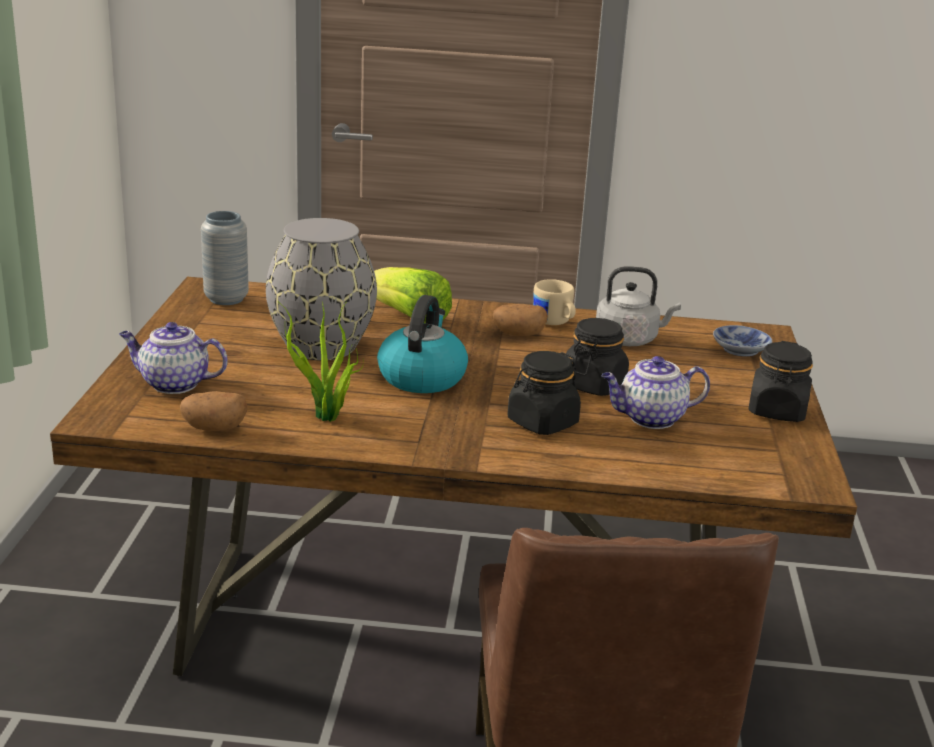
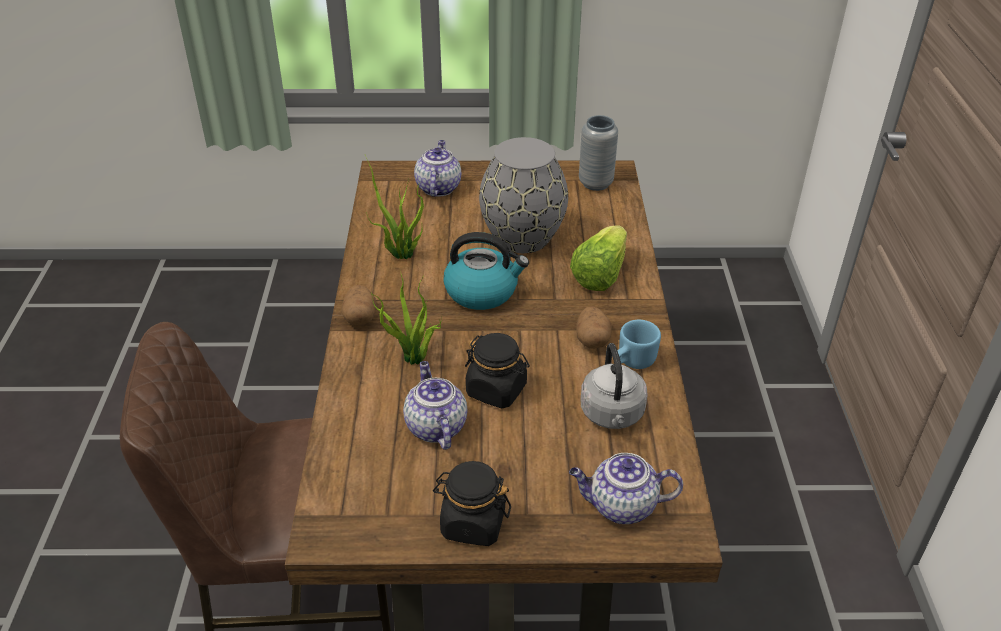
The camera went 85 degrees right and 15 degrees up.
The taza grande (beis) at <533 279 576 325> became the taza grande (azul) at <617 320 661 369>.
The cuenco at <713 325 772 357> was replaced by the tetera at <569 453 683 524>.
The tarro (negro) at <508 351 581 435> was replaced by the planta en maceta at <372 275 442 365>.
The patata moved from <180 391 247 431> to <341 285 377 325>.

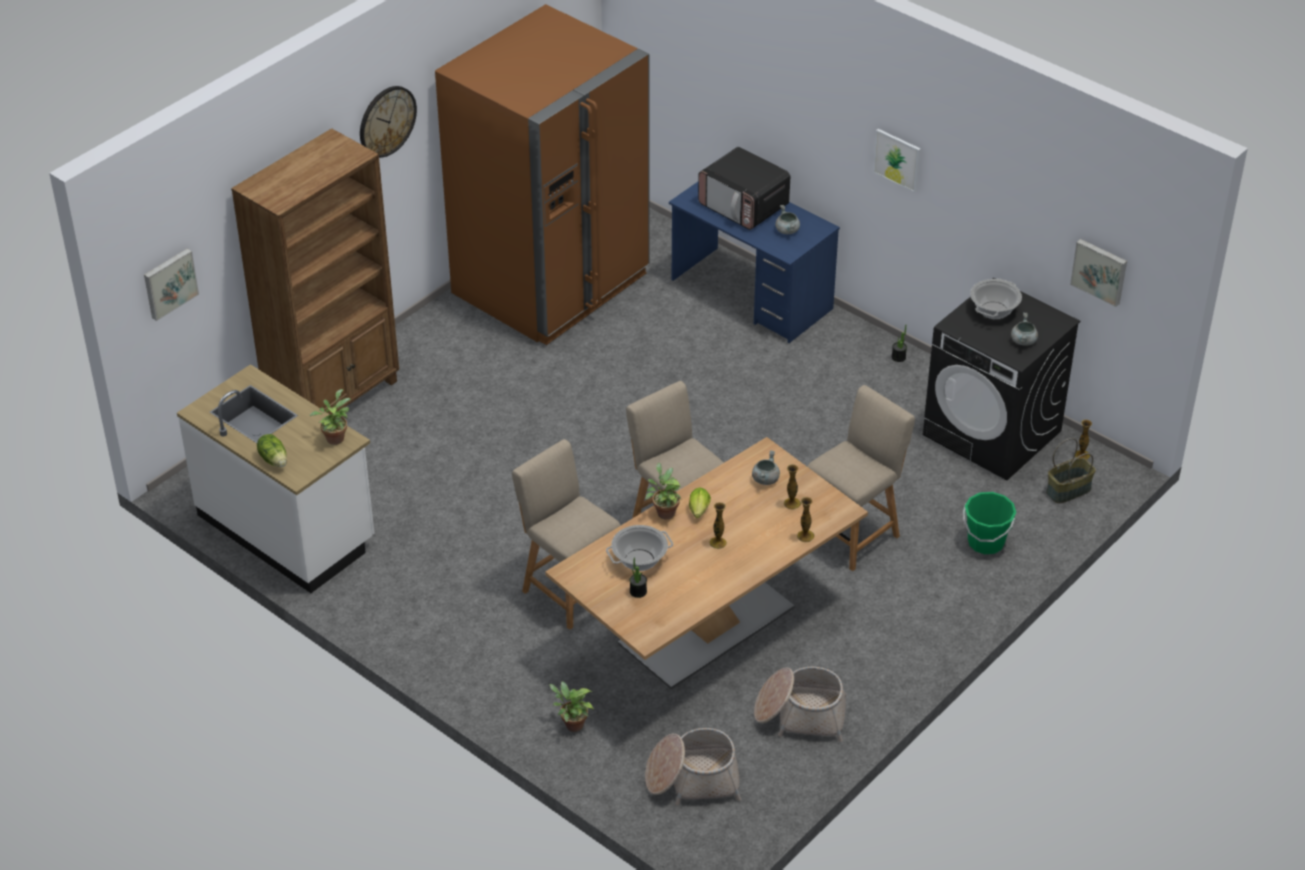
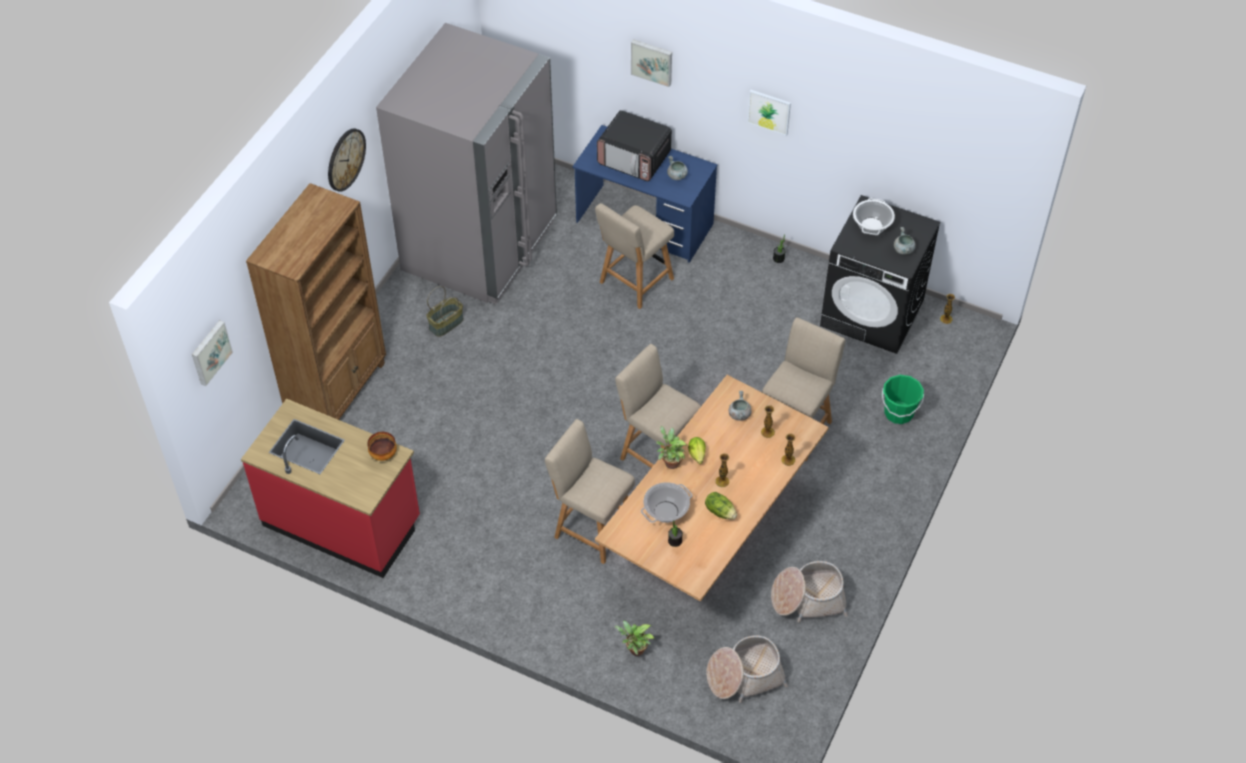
The camera went 15 degrees left and 10 degrees up.
The nevera (marrón) at <435 4 650 345> became the nevera (gris) at <376 23 557 304>.
The cuadro moved from <1070 239 1127 307> to <631 39 672 87>.
The mueble bajo de cocina (blanco) at <177 364 374 593> became the mueble bajo de cocina (rojo) at <241 399 420 578>.
The planta en maceta at <310 389 351 445> was replaced by the cuenco at <367 432 397 461>.
The lechuga moved from <257 434 287 467> to <705 492 737 520>.
The cesta moved from <1046 438 1096 503> to <426 286 464 337>.
The silla (beis) at <595 203 674 309> appeared.

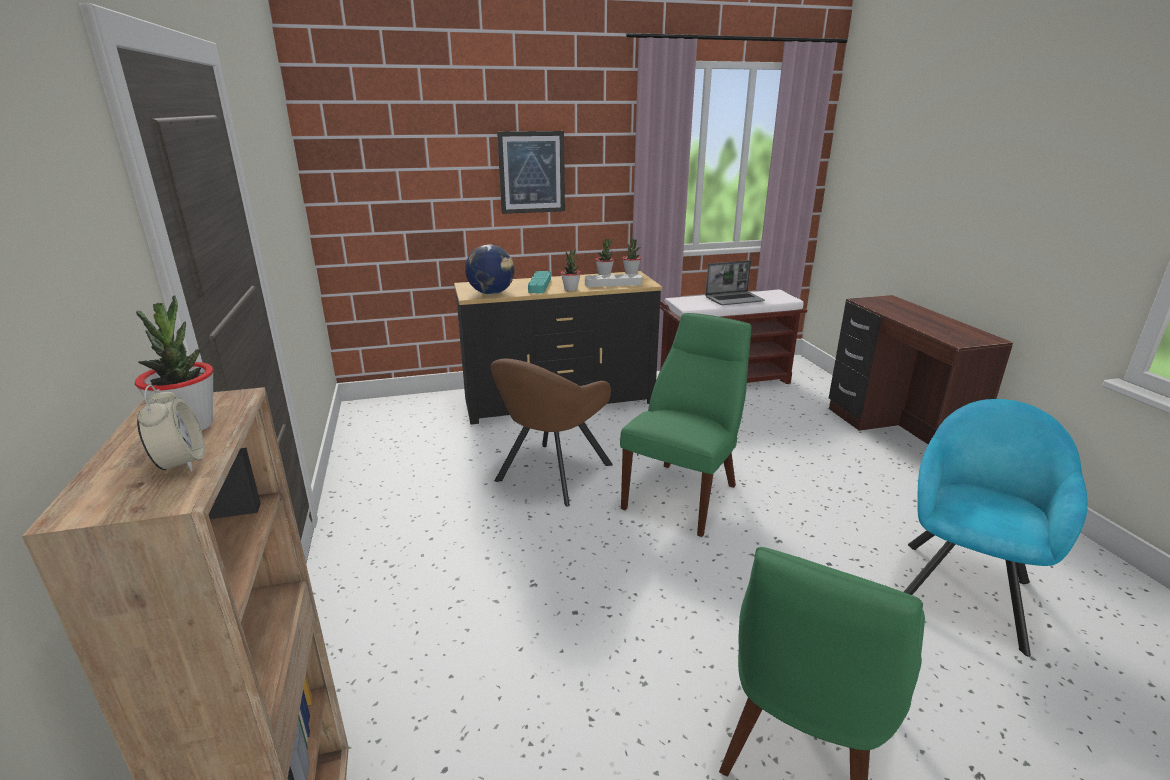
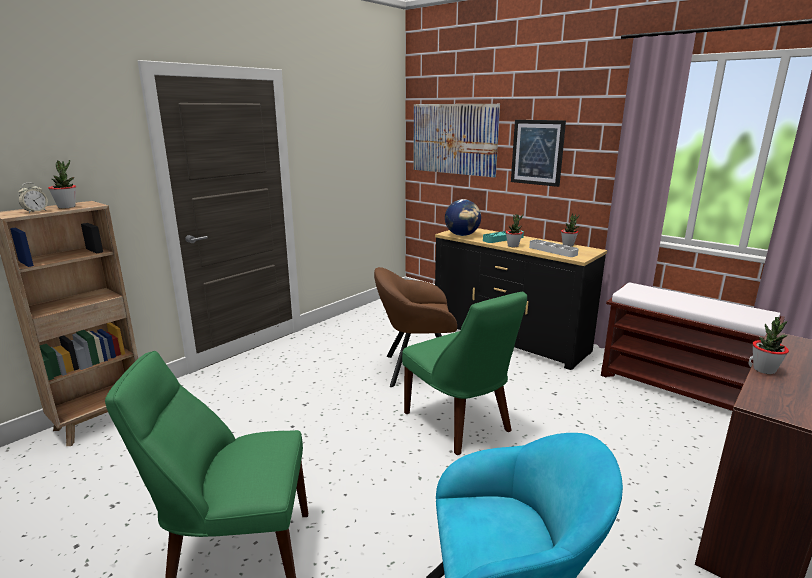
The camera went 55 degrees right and 5 degrees down.
The planta en maceta moved from <623 238 641 274> to <752 317 789 374>.
The portátil at <705 260 765 305> disappeared.
The silla (verde) at <620 313 751 537> turned 60 degrees clockwise.
The cuadro at <413 104 500 177> appeared.

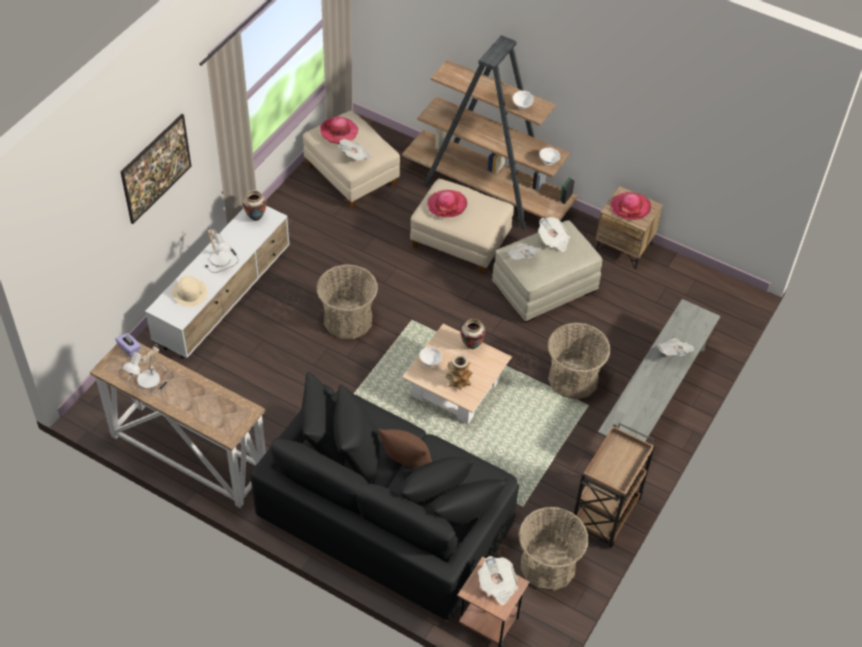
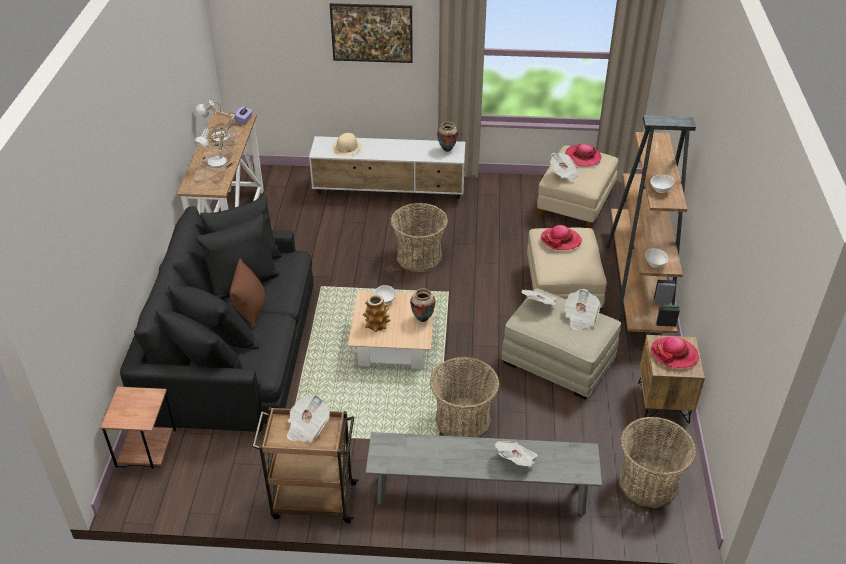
The camera went 65 degrees right and 10 degrees down.
The lámpara de mesa moved from <205 227 239 273> to <194 126 236 172>.
The cesta moved from <519 507 589 591> to <620 417 696 508>.
The periódico moved from <478 556 519 605> to <287 395 330 443>.

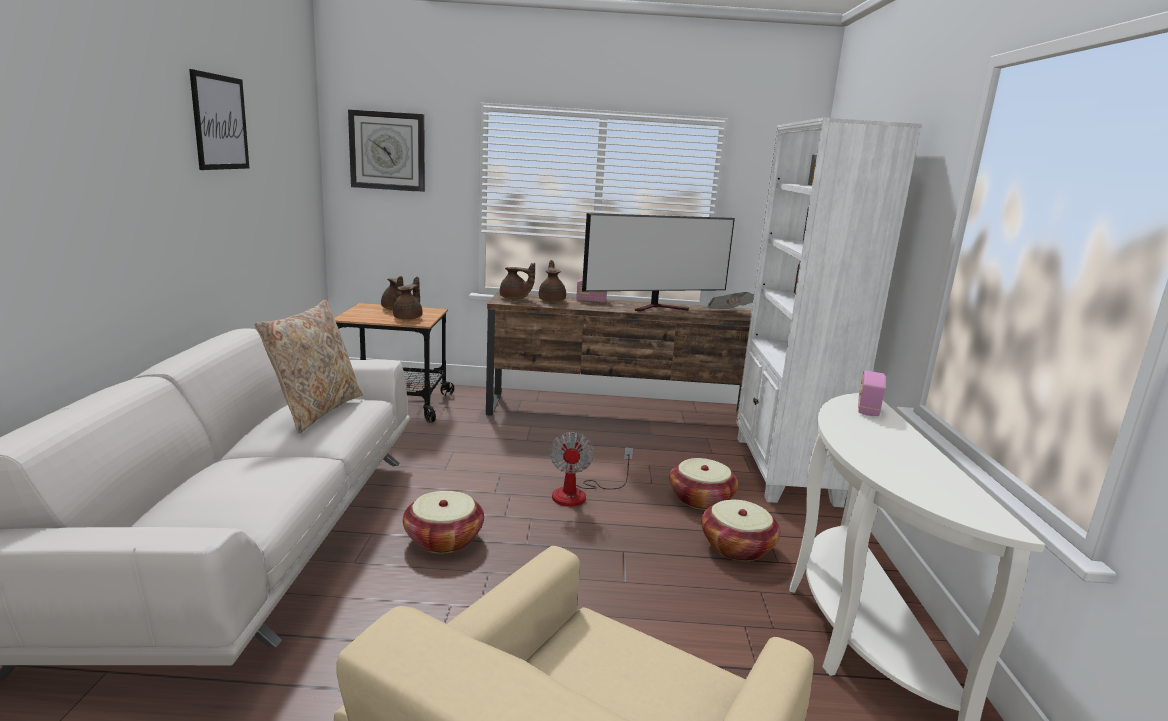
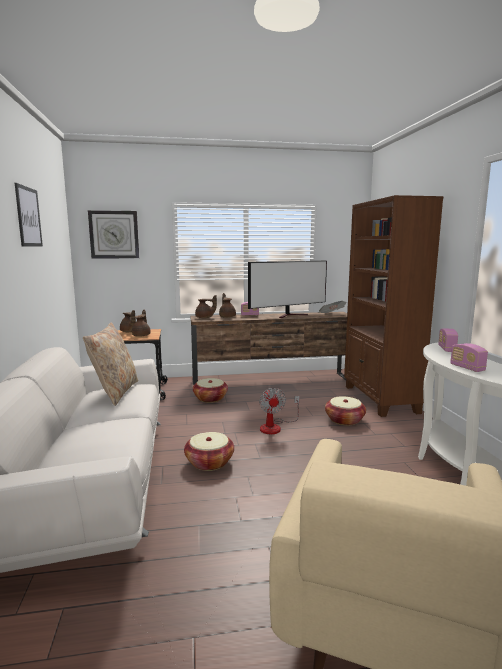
The camera went 10 degrees left and 5 degrees down.
The estantería (blanco) at <736 118 922 508> became the estantería (marrón) at <344 195 444 417>.
The cesta moved from <701 500 780 561> to <193 378 228 403>.
The radio at <450 343 488 372> appeared.

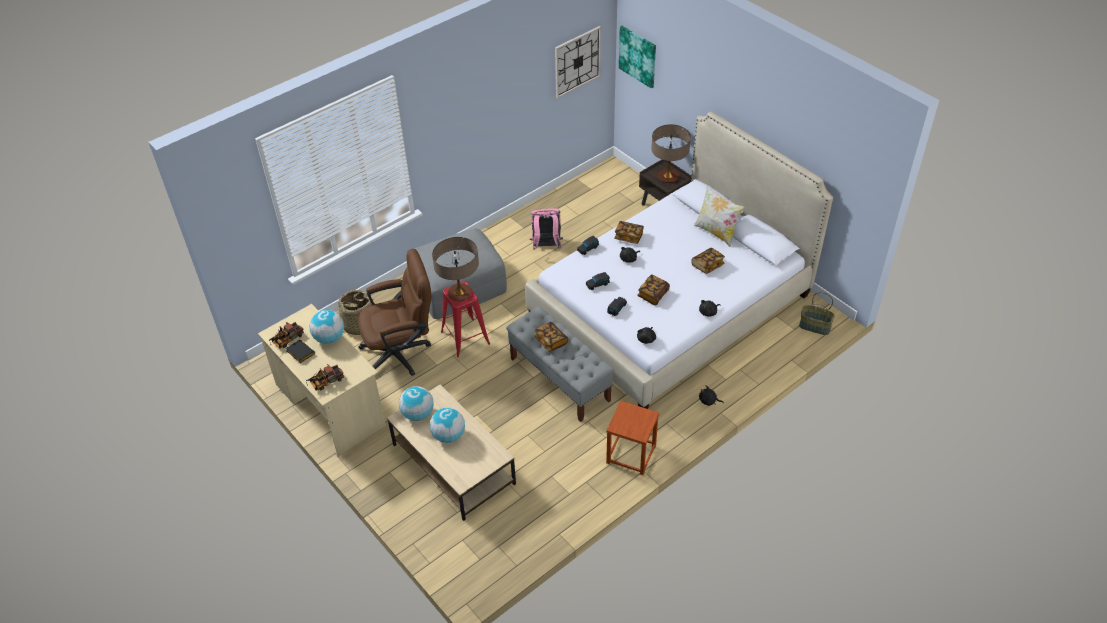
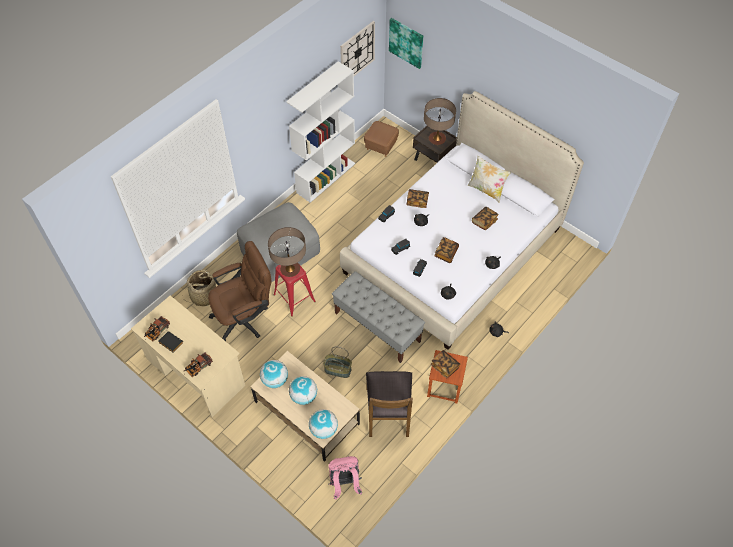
The camera went 10 degrees left and 10 degrees up.
The mochila (rosa) moved from <530 208 563 250> to <328 456 362 499>.
The cesta moved from <799 292 835 335> to <323 347 352 378>.
The globo terráqueo moved from <309 310 344 344> to <309 409 338 439>.
The libro moved from <534 322 568 352> to <431 350 461 378>.
The estantería (blanco) at <286 61 355 203> appeared.
The puf (marrón) at <364 121 399 157> appeared.
The silla (marrón) at <366 371 413 437> appeared.

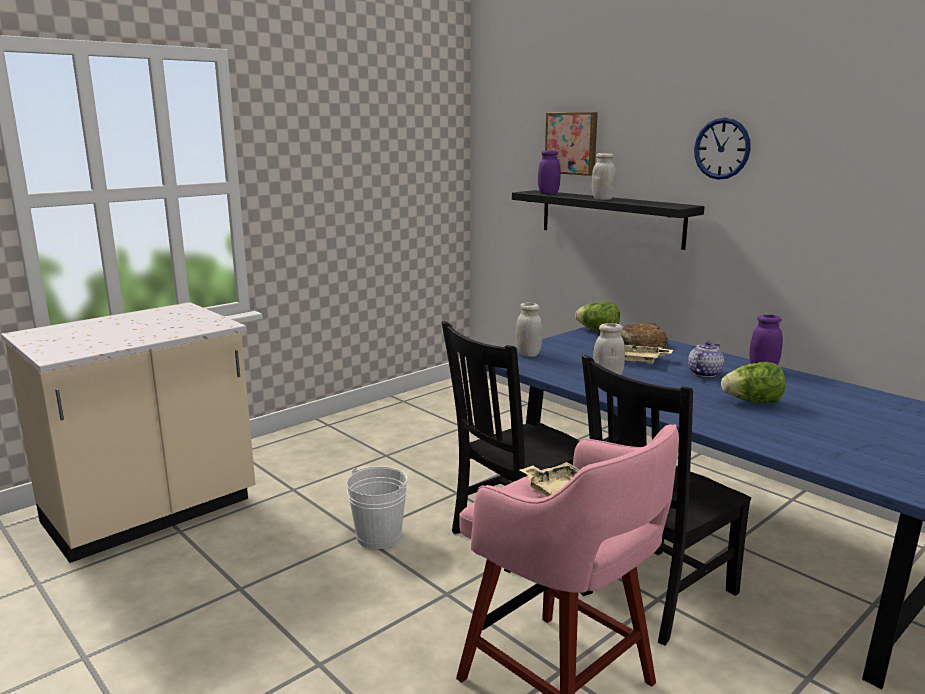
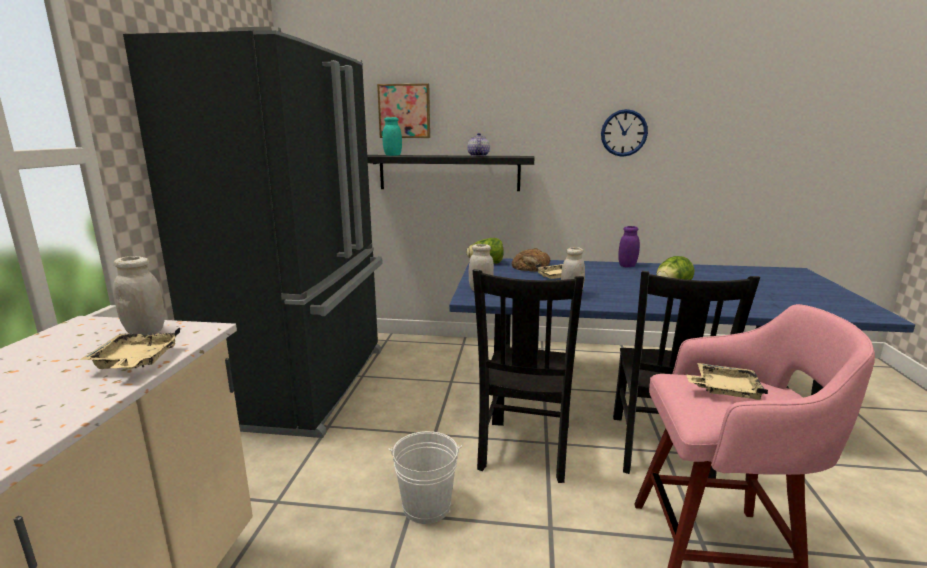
The camera went 40 degrees left and 0 degrees up.
The reloj de pared moved from <694 118 751 180> to <601 109 648 157>.
The tarro (morado) at <538 151 561 194> became the tarro (turquesa) at <383 117 402 156>.
The tarro (blanco) moved from <592 153 616 200> to <113 256 165 334>.
The tetera moved from <688 341 724 377> to <467 133 490 156>.
The nevera (negro) at <123 26 383 438> appeared.
The bandeja (beis) at <80 328 180 369> appeared.

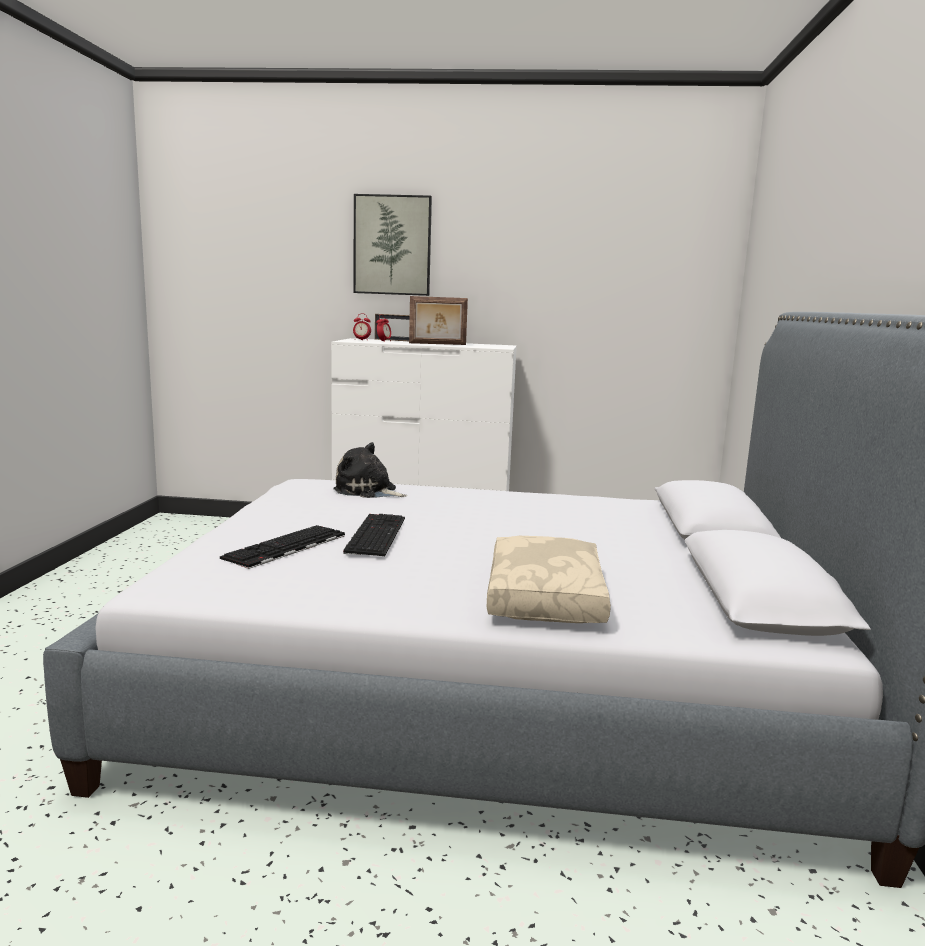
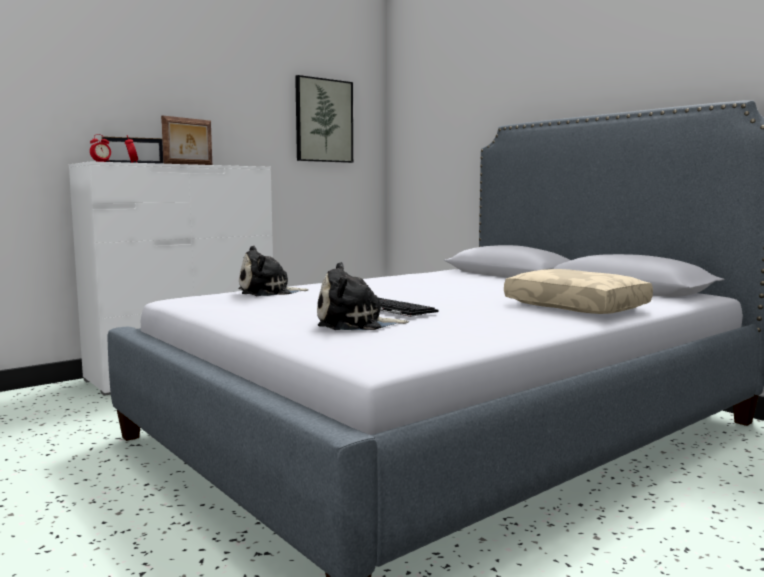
The camera went 45 degrees left and 5 degrees down.
The cuadro moved from <353 194 432 296> to <295 75 353 163>.
The teclado at <220 525 345 569> was replaced by the peluche at <317 262 409 330>.

